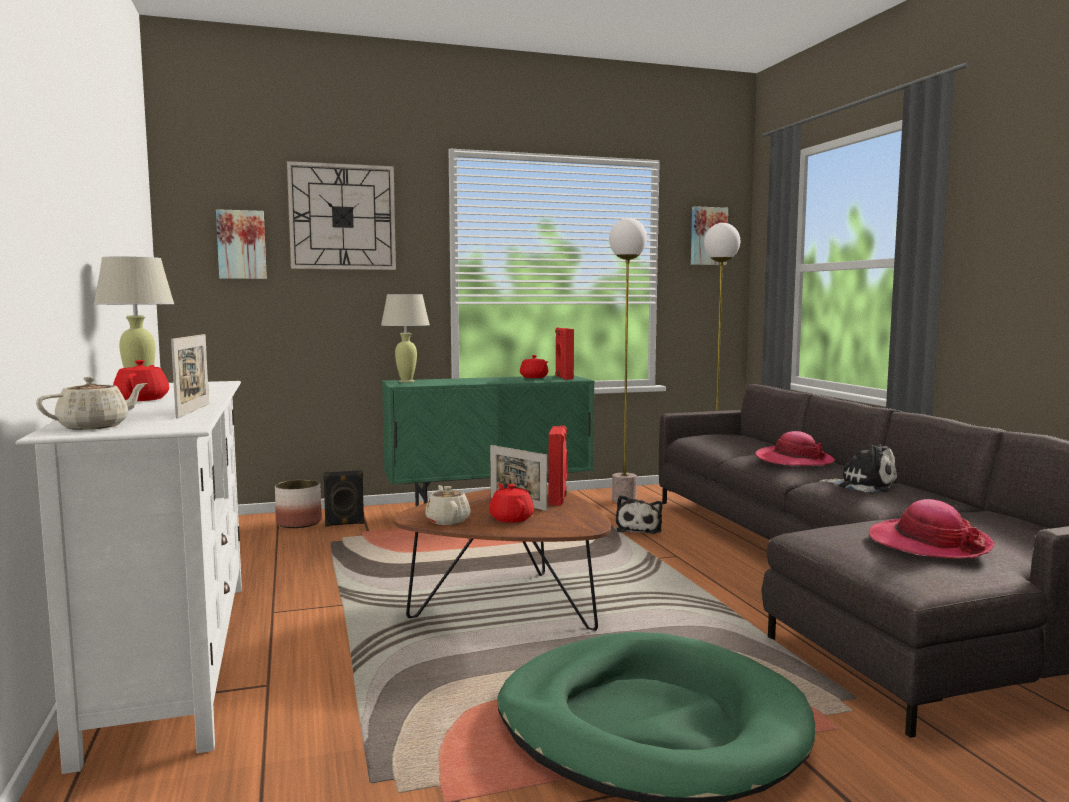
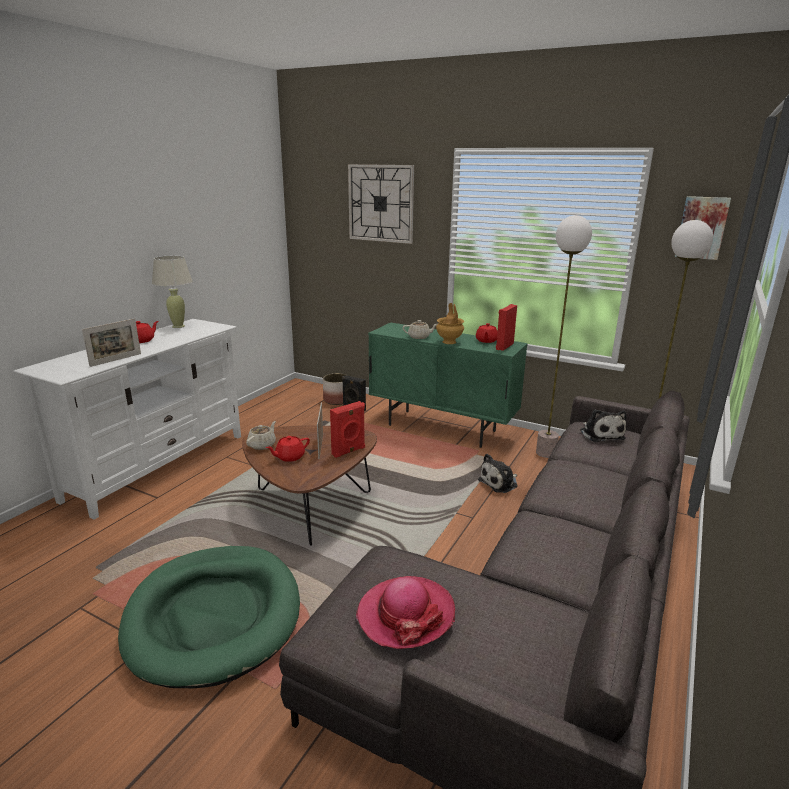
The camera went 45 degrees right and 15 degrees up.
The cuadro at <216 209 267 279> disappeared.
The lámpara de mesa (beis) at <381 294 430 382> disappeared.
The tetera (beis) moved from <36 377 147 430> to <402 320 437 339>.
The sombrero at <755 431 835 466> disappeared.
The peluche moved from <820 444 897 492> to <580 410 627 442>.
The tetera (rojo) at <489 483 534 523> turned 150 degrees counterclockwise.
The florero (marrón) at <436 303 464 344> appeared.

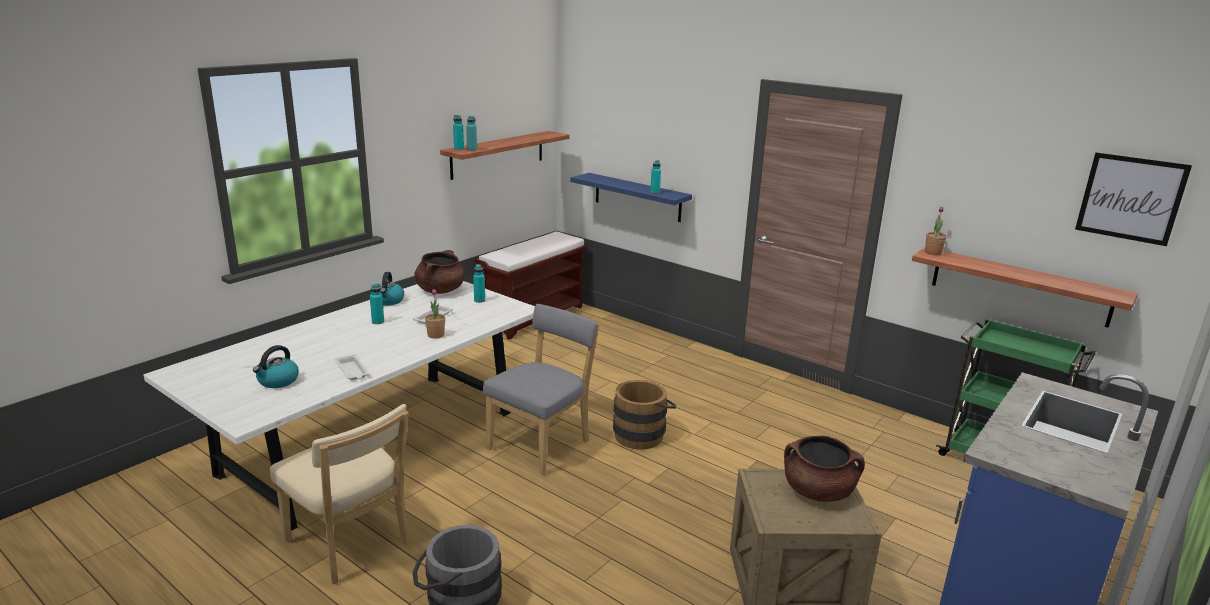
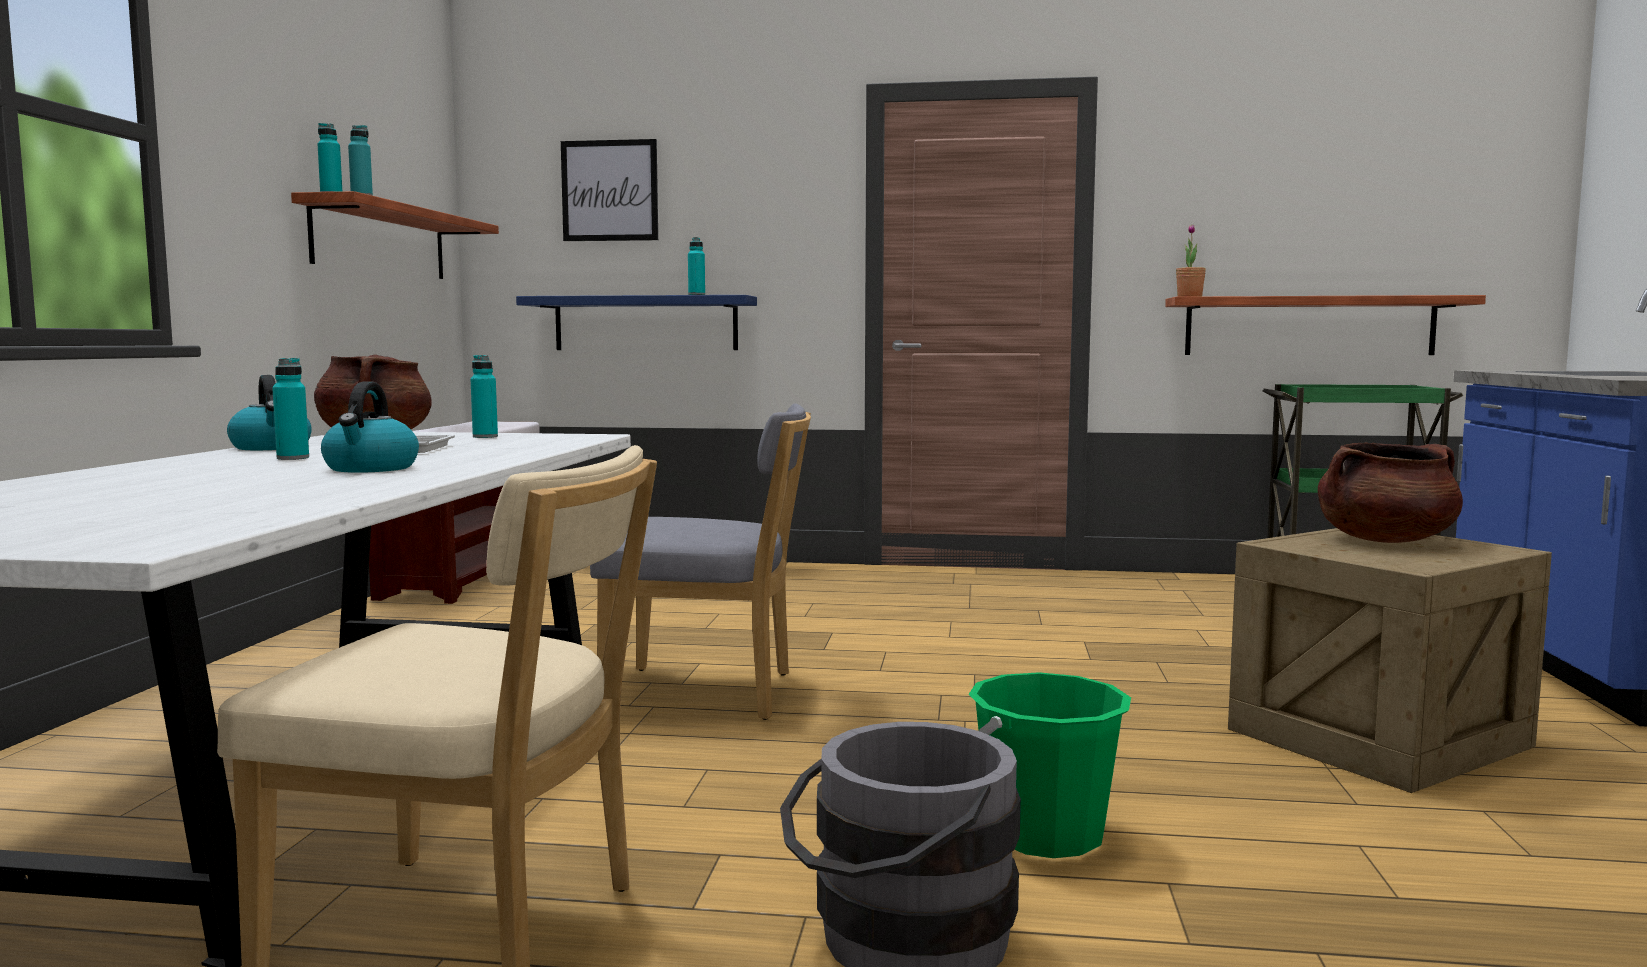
The camera went 30 degrees left and 15 degrees down.
The cuadro moved from <1075 152 1192 246> to <561 139 658 241>.
The planta en maceta at <425 289 445 339> disappeared.
The silla (gris) at <483 304 599 475> turned 90 degrees clockwise.
The hervidor moved from <253 345 299 388> to <321 382 419 473>.
The bandeja (blanco) at <335 354 369 380> disappeared.
The cubo (marrón) at <613 380 676 450> disappeared.
The cubo (verde) at <969 672 1131 858> appeared.

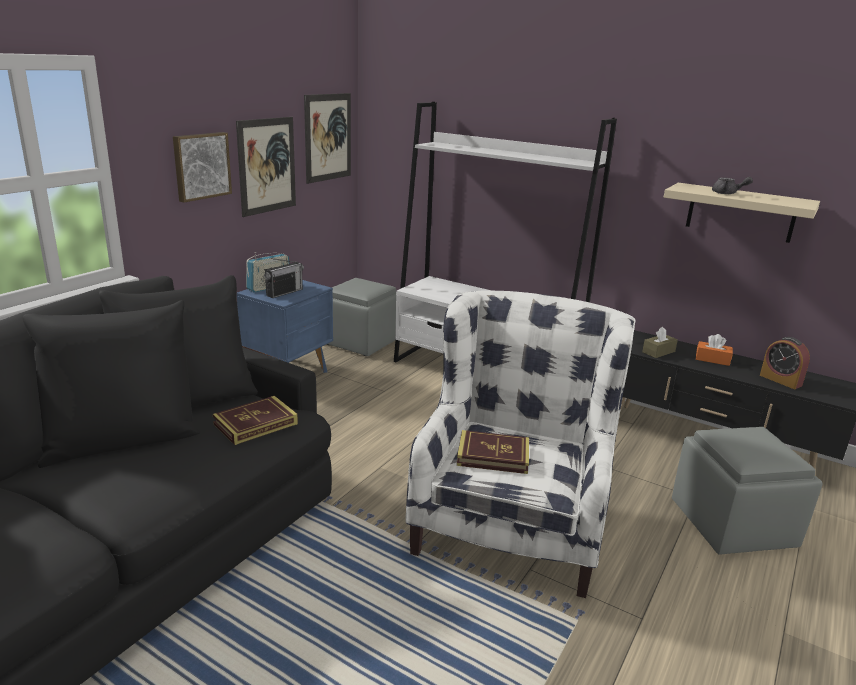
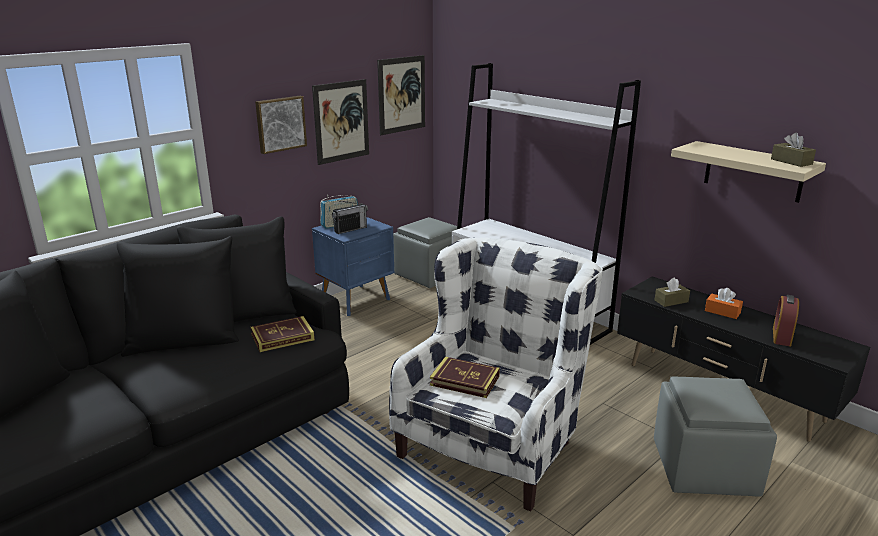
The camera went 15 degrees right and 0 degrees up.
The tetera (gris) at <712 177 753 194> disappeared.
The despertador at <760 337 810 389> turned 45 degrees clockwise.
The caja de pañuelos (marrón) at <771 133 816 167> appeared.

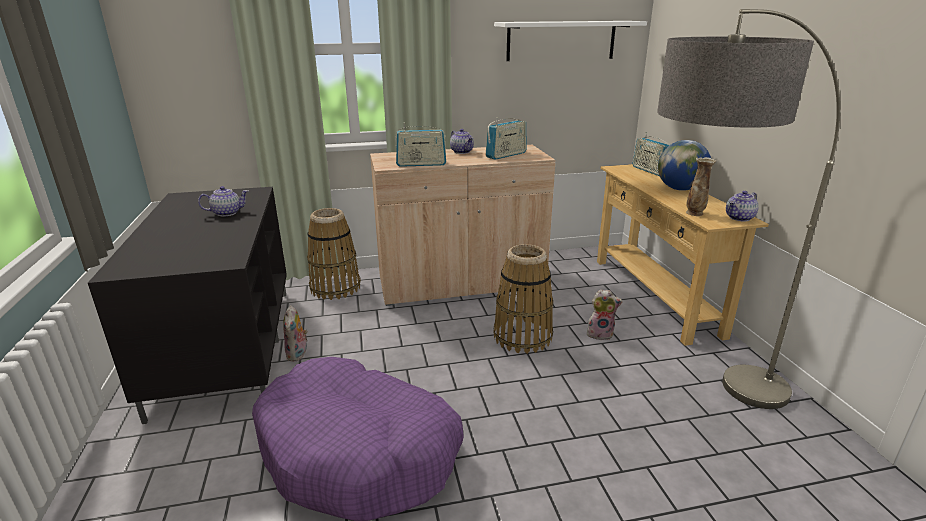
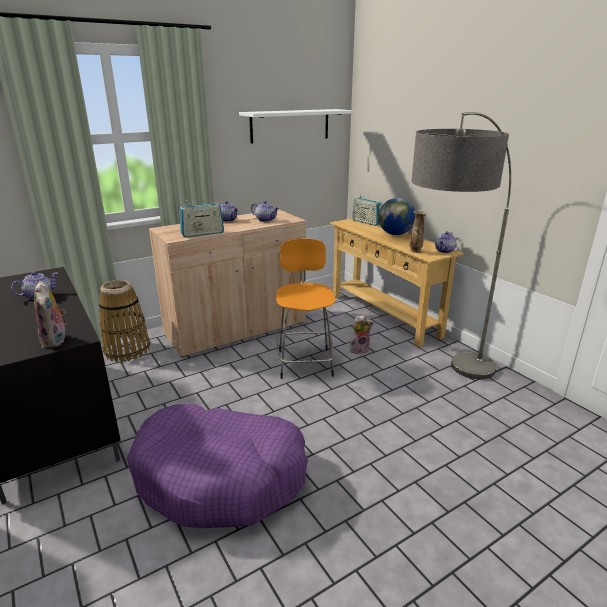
The camera went 20 degrees left and 0 degrees up.
The radio at <486 117 527 160> was replaced by the tetera at <251 201 279 222>.
The cesta at <493 244 553 354> was replaced by the taburete (naranja) at <276 239 336 379>.
The peluche moved from <283 305 308 362> to <34 281 66 348>.

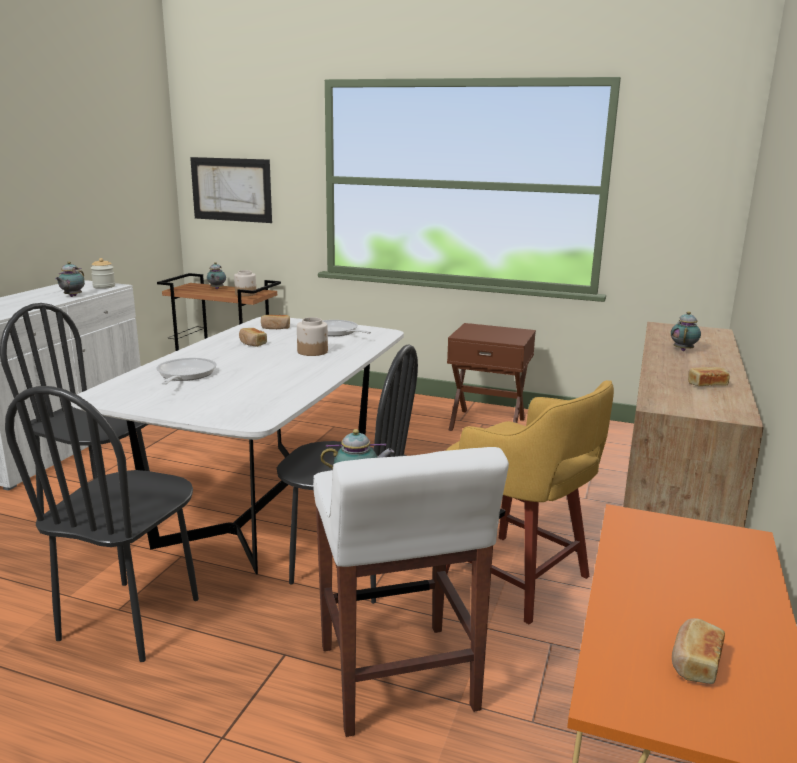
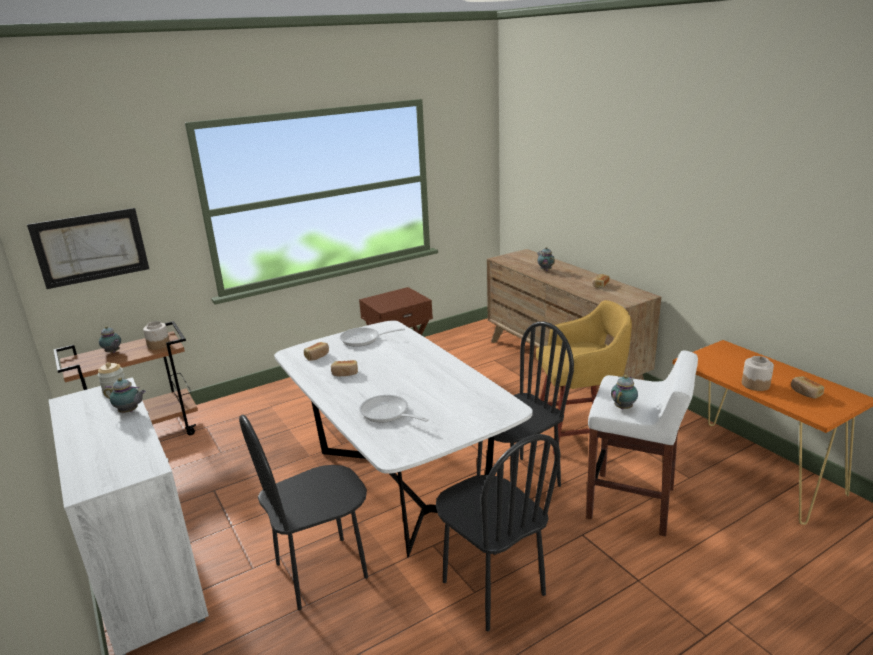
The camera went 50 degrees left and 5 degrees up.
The tetera at <55 262 85 297> turned 45 degrees counterclockwise.
The tarro moved from <297 317 328 356> to <742 356 774 391>.

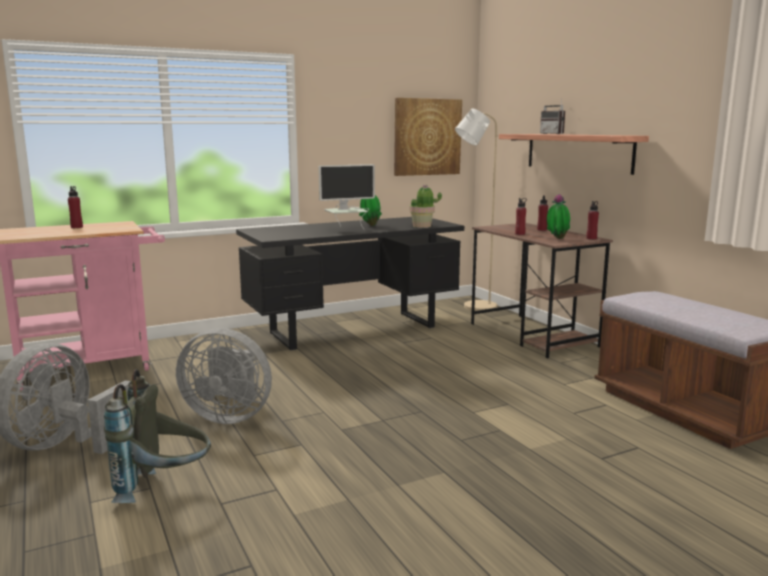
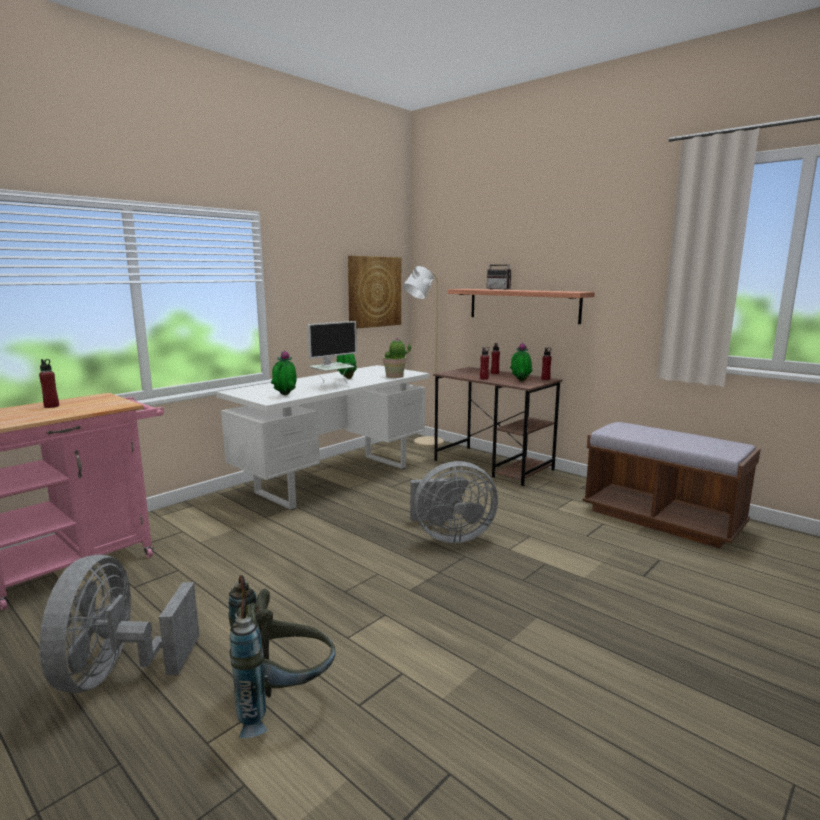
The camera went 20 degrees left and 0 degrees up.
The escritorio (negro) at <236 217 464 351> became the escritorio (blanco) at <216 365 430 510>.
The ventilador (gris) moved from <176 328 272 424> to <410 461 498 543>.
The planta en maceta at <271 351 297 395> appeared.

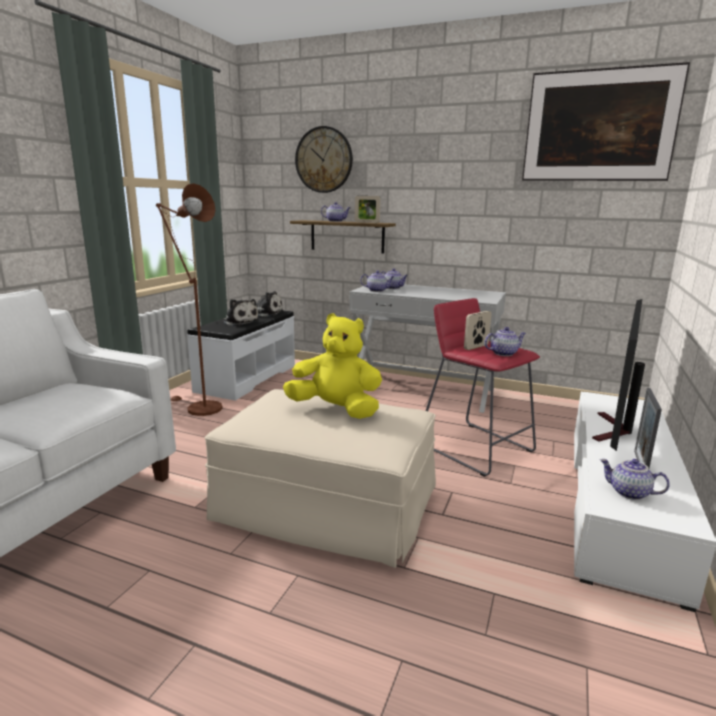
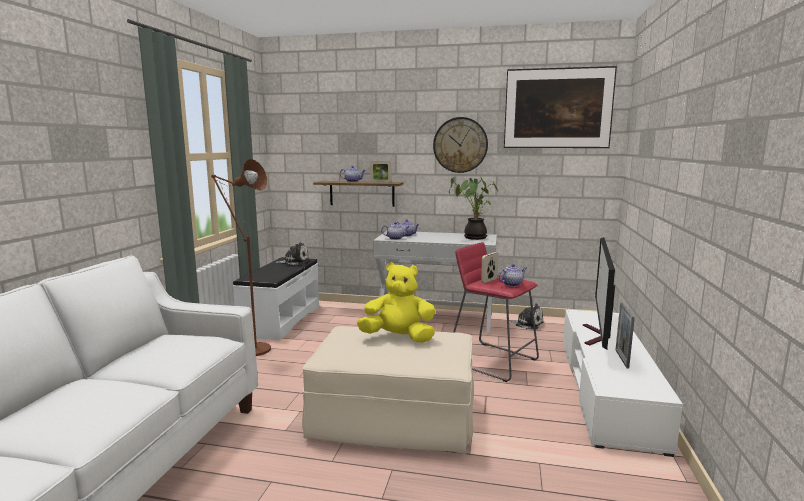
The camera went 10 degrees left and 5 degrees down.
The reloj de pared moved from <295 126 353 193> to <433 117 488 173>.
The peluche moved from <223 299 259 326> to <509 303 544 329>.
The tetera at <600 459 670 500> disappeared.
The planta en maceta at <449 177 498 240> appeared.

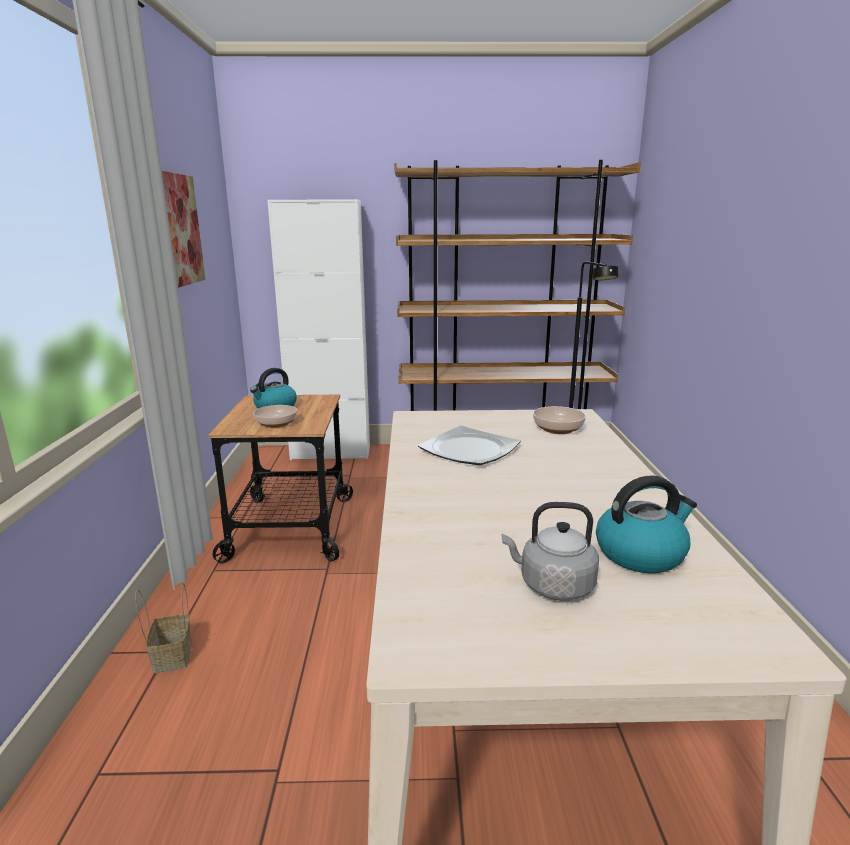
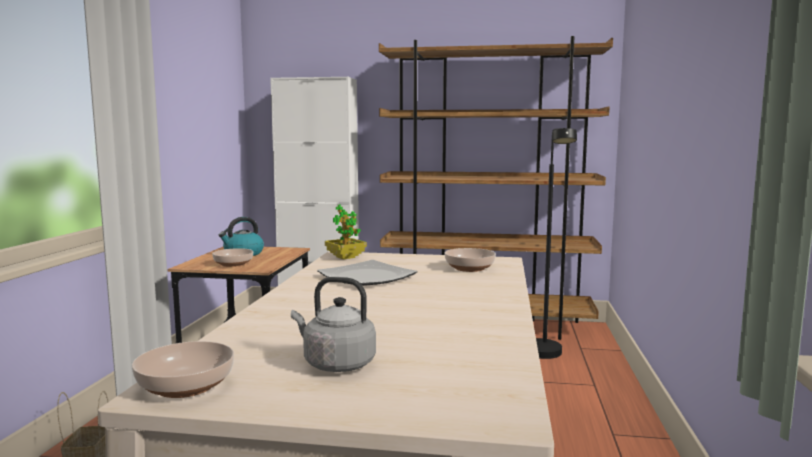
The camera went 10 degrees right and 10 degrees down.
The cuadro at <162 171 205 288> disappeared.
The hervidor at <596 475 697 573> disappeared.
The planta en maceta at <325 205 367 259> appeared.
The cuenco at <132 341 234 398> appeared.

